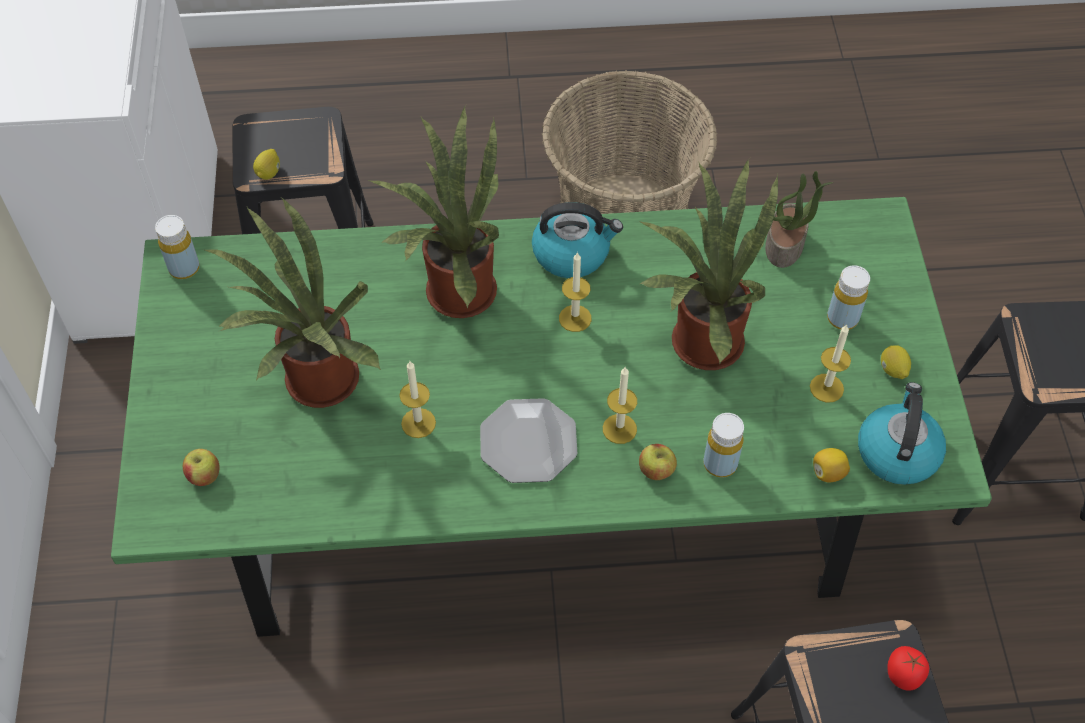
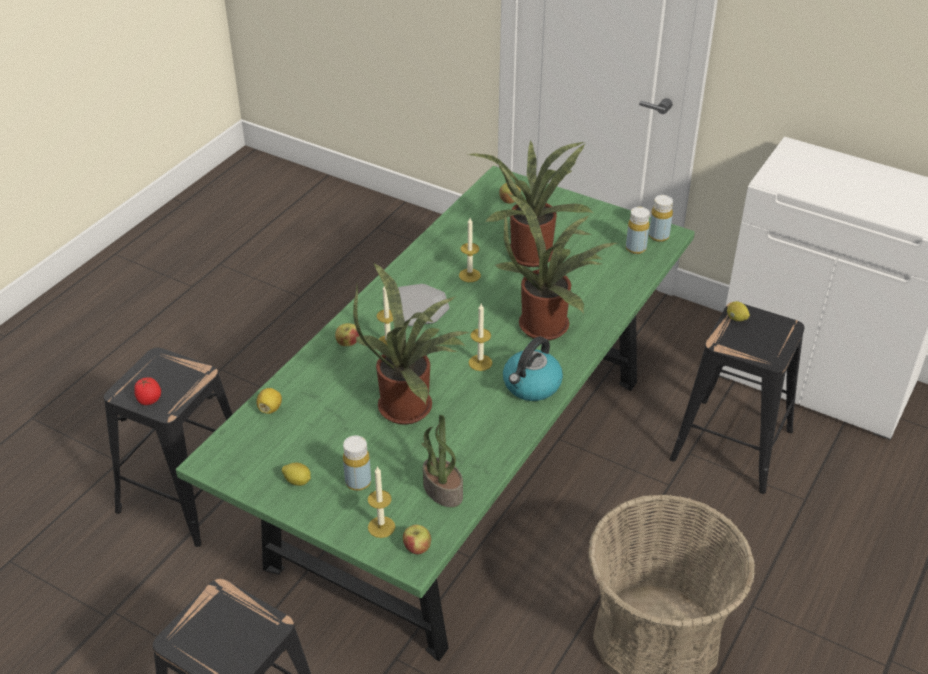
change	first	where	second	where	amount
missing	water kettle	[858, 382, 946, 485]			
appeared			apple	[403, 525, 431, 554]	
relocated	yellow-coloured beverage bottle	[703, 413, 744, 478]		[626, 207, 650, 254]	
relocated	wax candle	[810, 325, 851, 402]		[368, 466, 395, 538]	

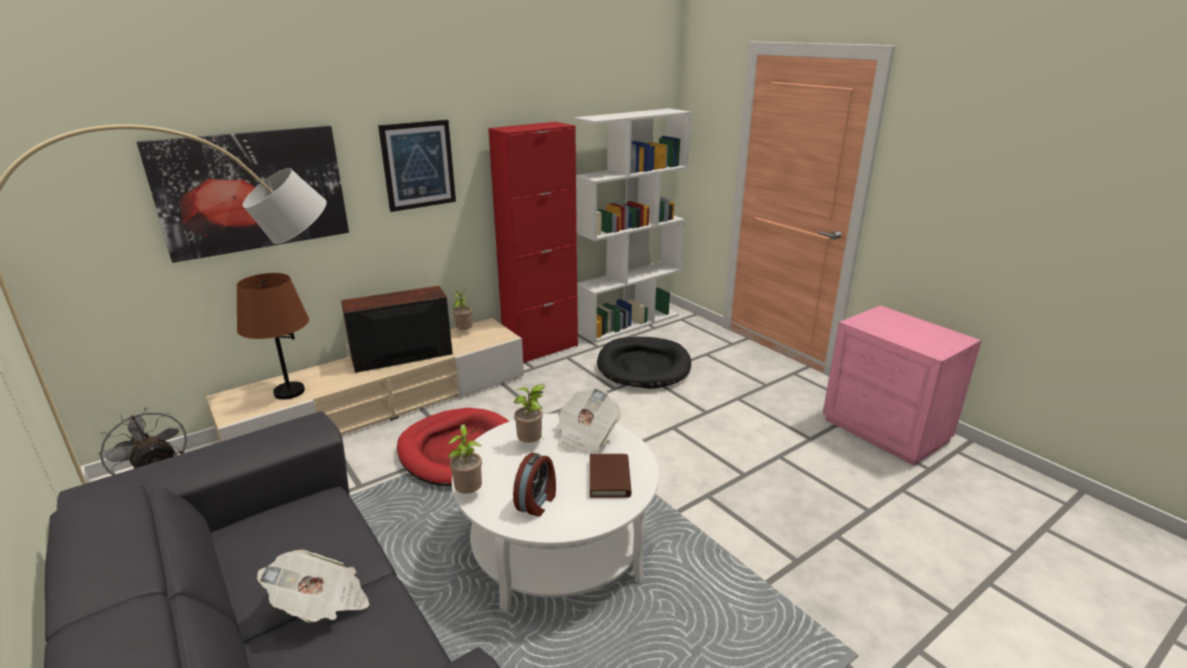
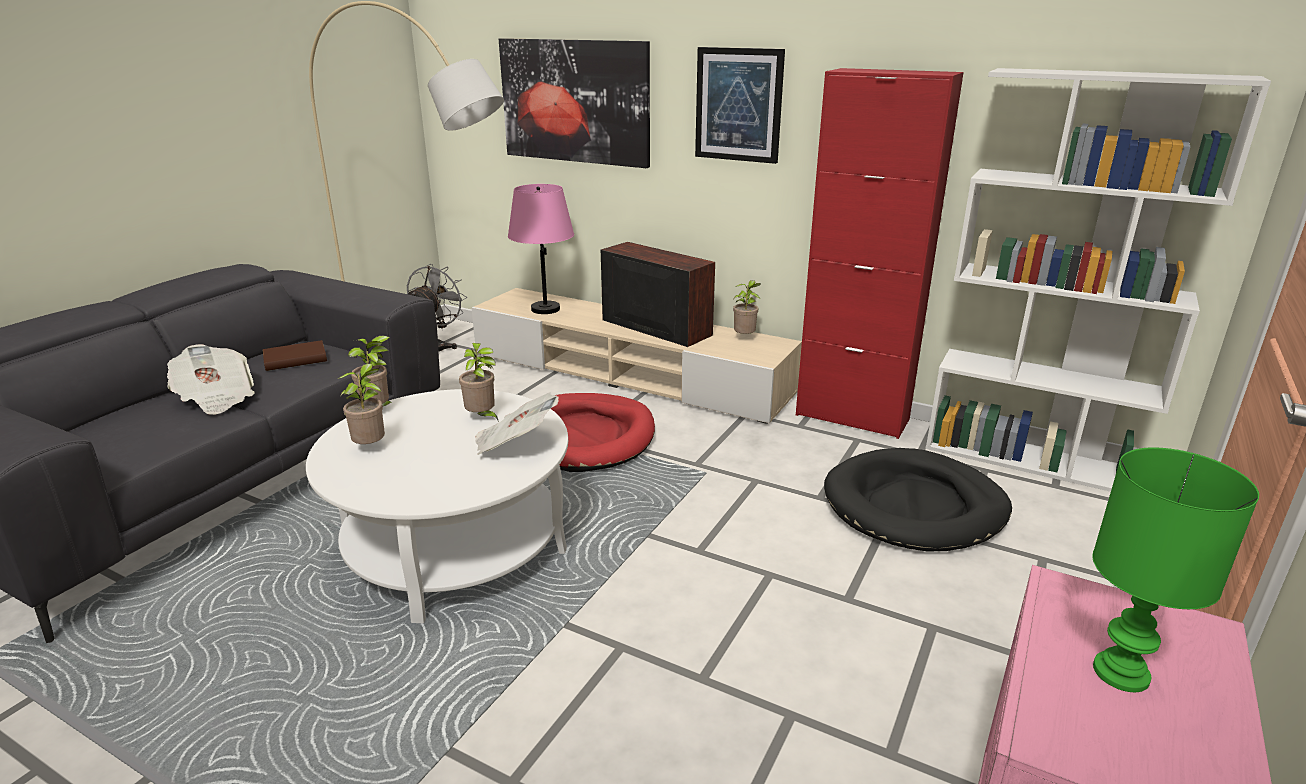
change	first	where	second	where	amount
appeared			greenish lamp for a table	[1092, 447, 1259, 692]	
relocated	brown volume	[590, 454, 631, 498]		[263, 340, 327, 371]	
exchanged	alarm clock	[513, 453, 556, 517]	potted plant	[338, 363, 385, 444]	
colour	brown lamp for a table	[237, 273, 309, 400]	pink lamp for a table	[508, 184, 574, 314]	

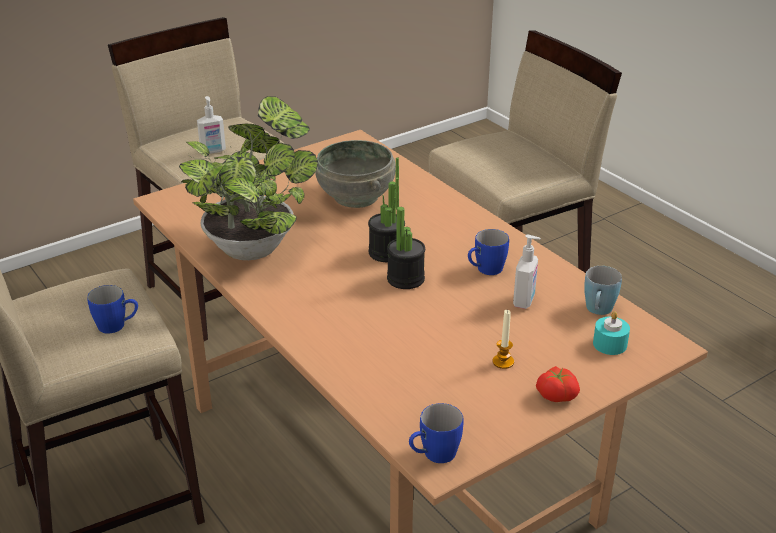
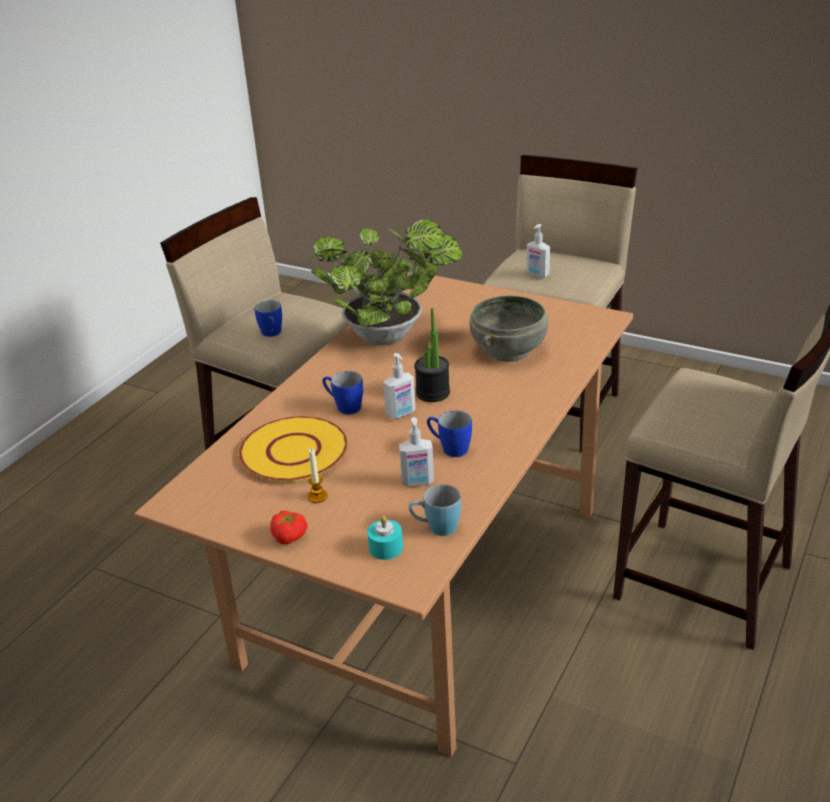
change	first	where	second	where	amount
appeared			yellow-coloured dinner plate	[239, 416, 348, 482]	
relocated	bluish coffee mug	[409, 403, 463, 463]		[322, 371, 363, 414]	
exchanged	potted plant	[387, 178, 425, 289]	liquid soap bottle	[383, 353, 416, 419]	

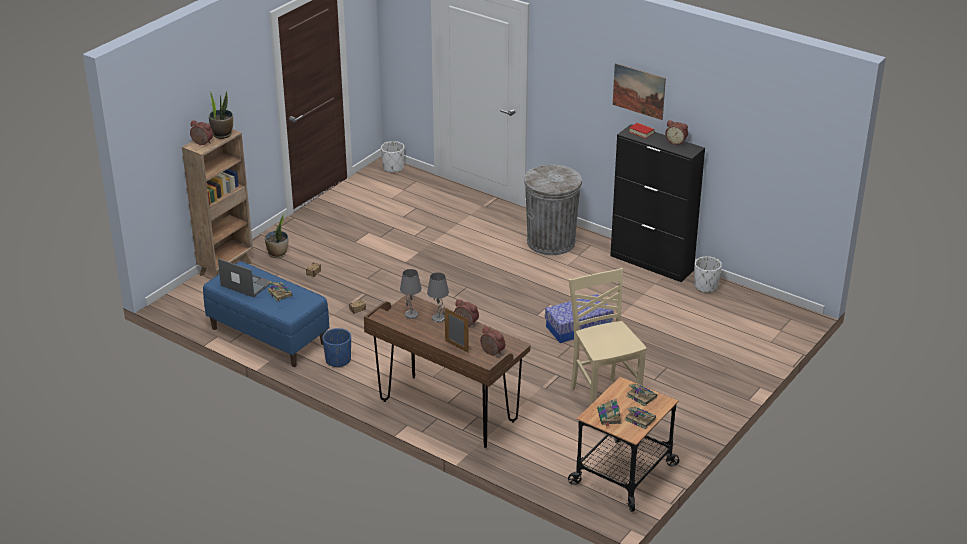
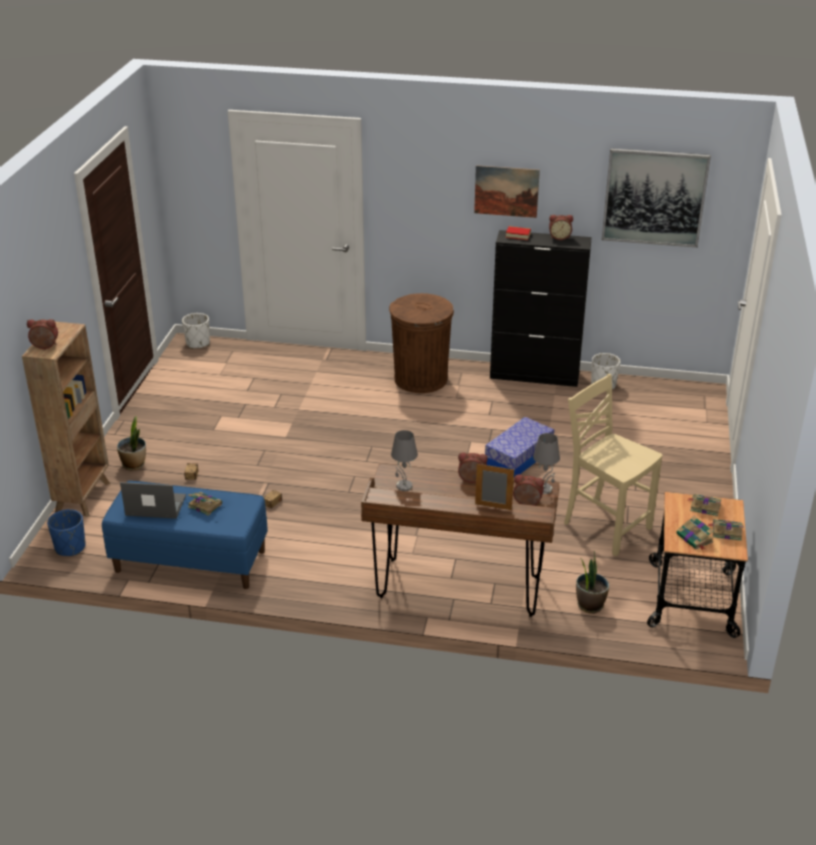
change	first	where	second	where	amount
appeared			wall art	[602, 148, 711, 248]	
relocated	potted plant	[209, 91, 233, 139]		[576, 551, 609, 614]	
relocated	bluish planter	[322, 328, 351, 368]		[47, 509, 86, 556]	
relocated	greyish lamp for a table	[427, 272, 449, 323]		[533, 433, 560, 494]	
colour	greyish rubbish bin	[524, 165, 582, 255]	brown rubbish bin	[389, 293, 454, 393]	

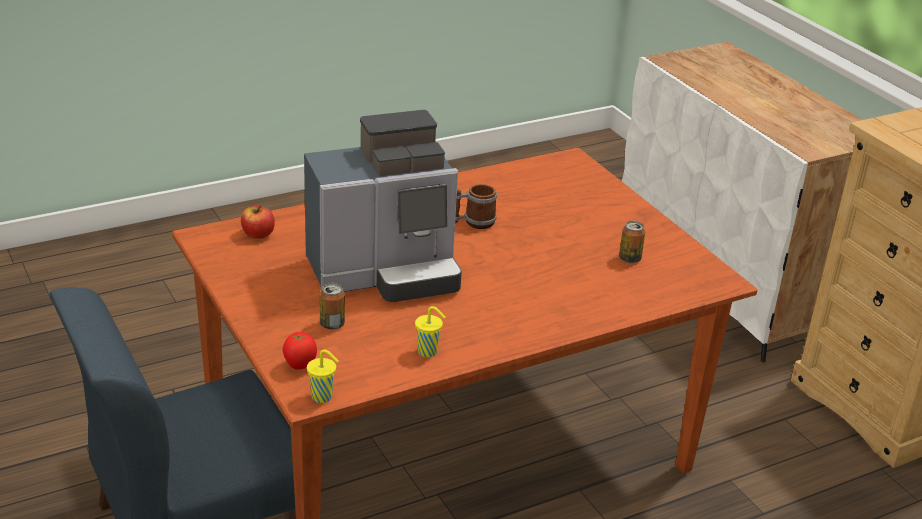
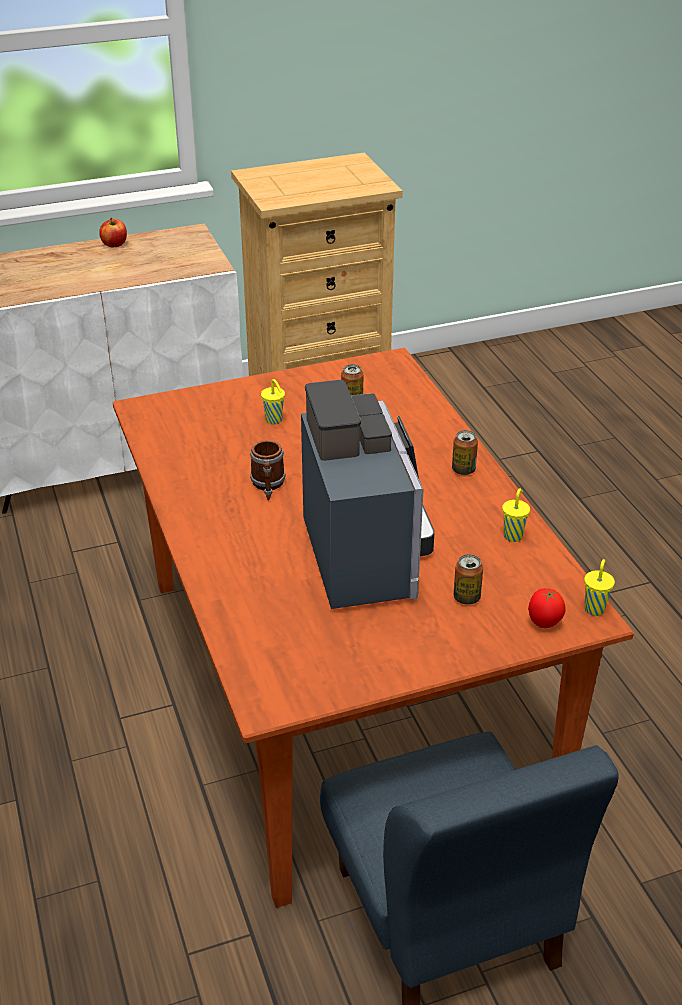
change	first	where	second	where	amount
appeared			yellow-coloured small cup	[261, 379, 285, 425]	
appeared			can	[452, 430, 478, 475]	
relocated	apple	[241, 205, 275, 239]		[99, 218, 127, 248]	

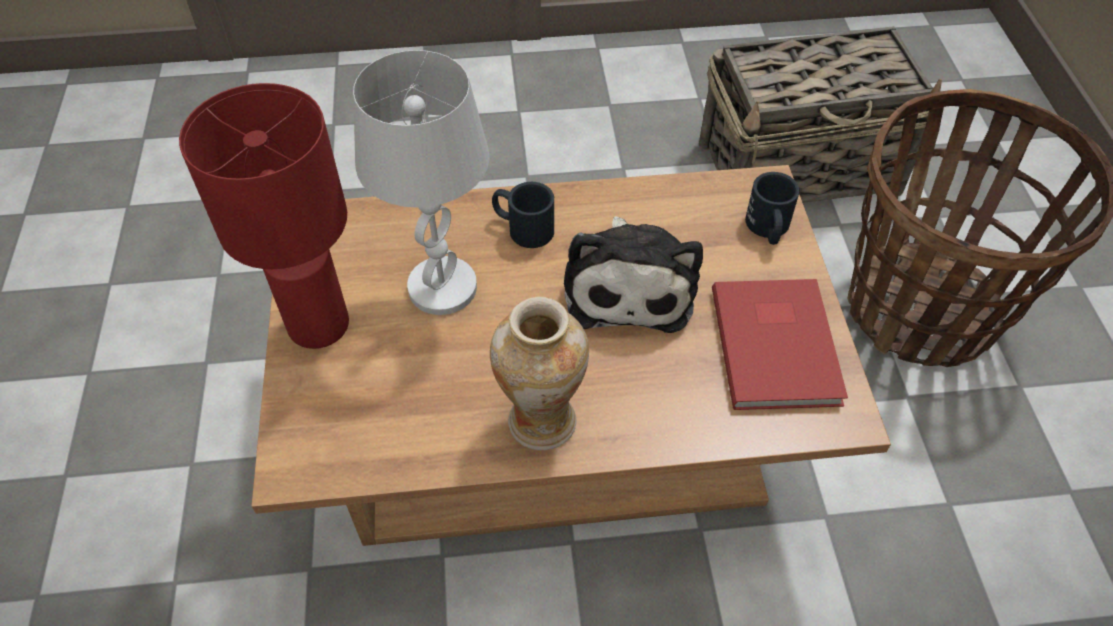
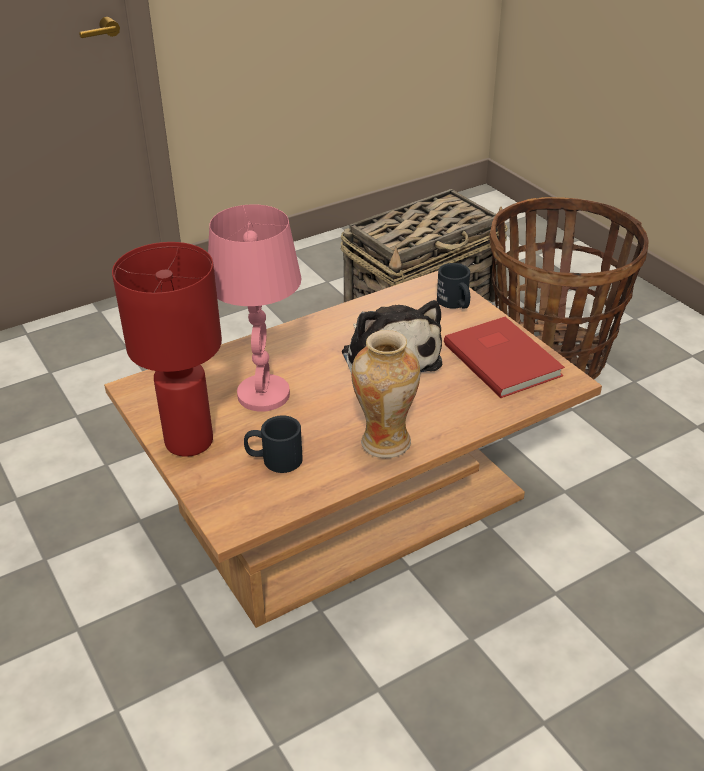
change	first	where	second	where	amount
relocated	blackish coffee mug	[492, 182, 554, 248]		[244, 415, 303, 473]	
colour	white lamp for a table	[353, 50, 490, 315]	pink lamp for a table	[208, 204, 302, 412]	

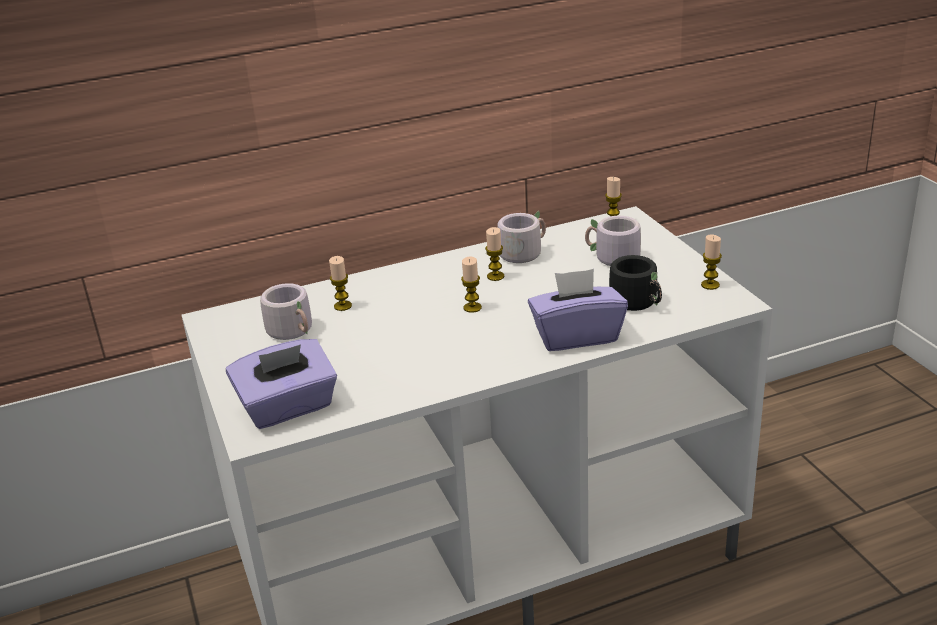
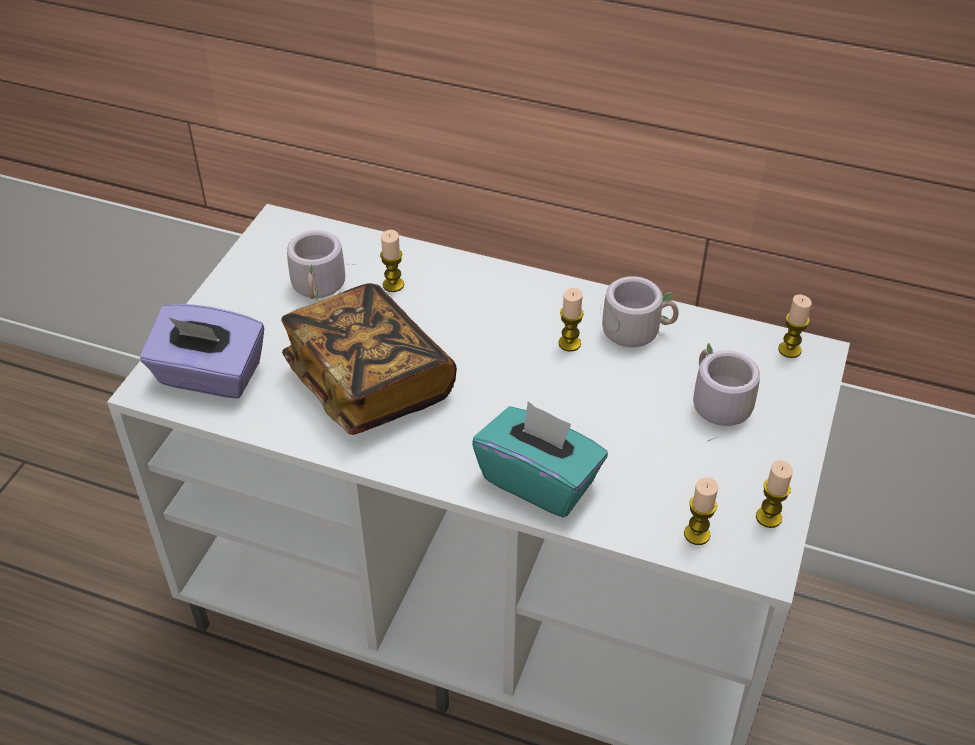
change	first	where	second	where	amount
missing	blackish coffee mug	[609, 255, 662, 311]			
appeared			volume	[281, 283, 457, 435]	
relocated	wax candle	[461, 257, 482, 313]		[684, 477, 718, 545]	
colour	purple tissue holder	[528, 269, 628, 351]	turquoise-coloured tissue holder	[472, 401, 608, 518]	

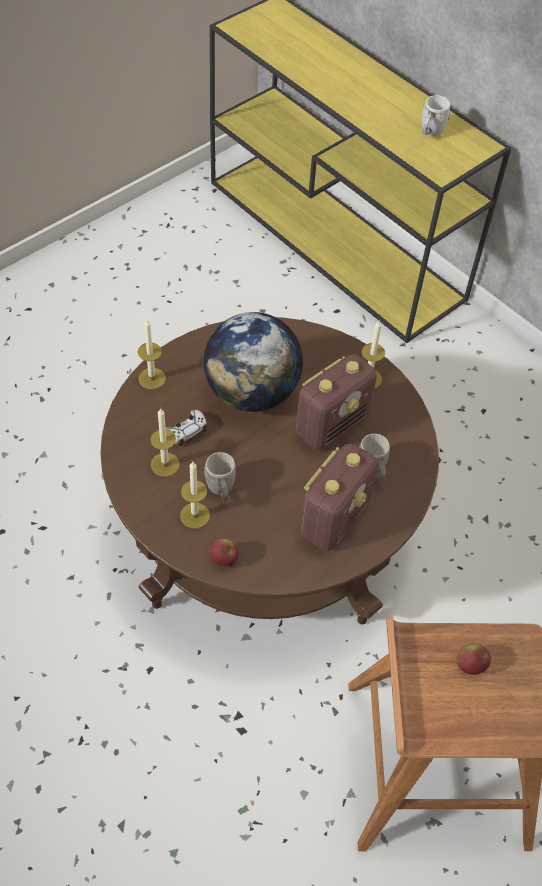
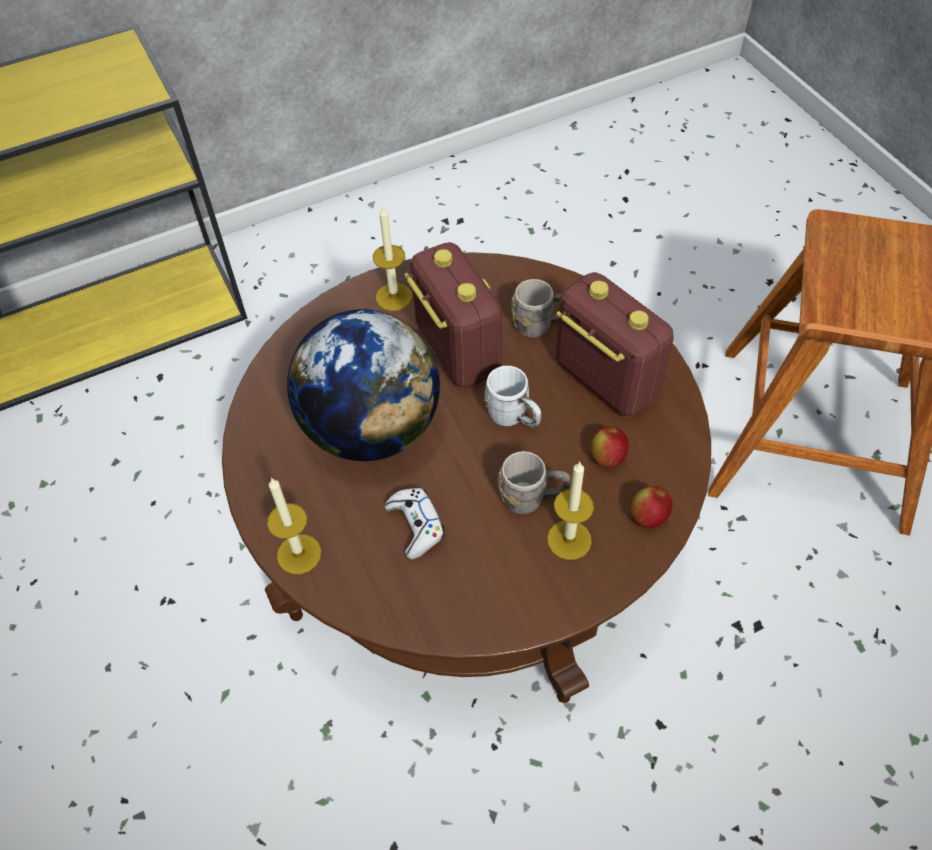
change	first	where	second	where	amount
missing	wax candle	[150, 409, 180, 477]			
relocated	white coffee mug	[422, 95, 450, 136]		[485, 366, 541, 427]	
relocated	apple	[457, 644, 491, 675]		[591, 427, 629, 468]	

